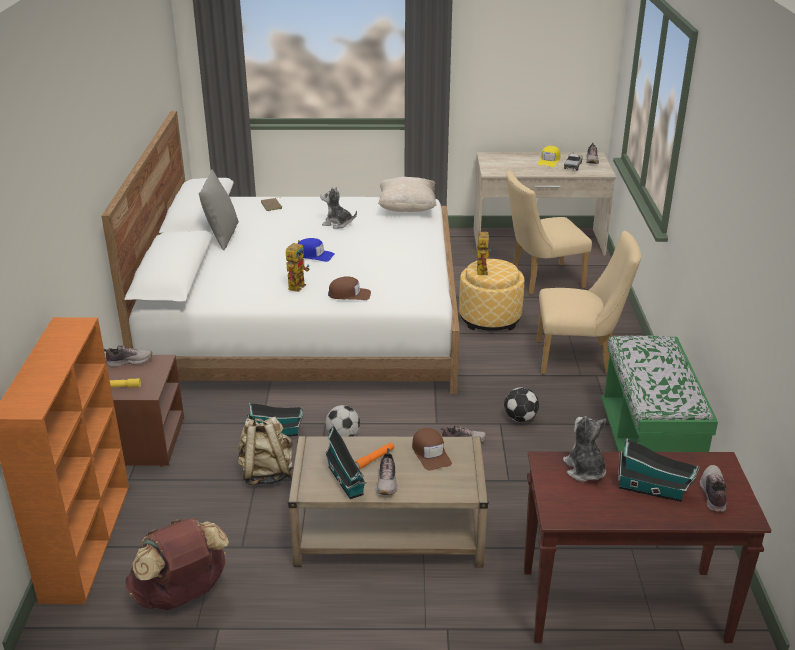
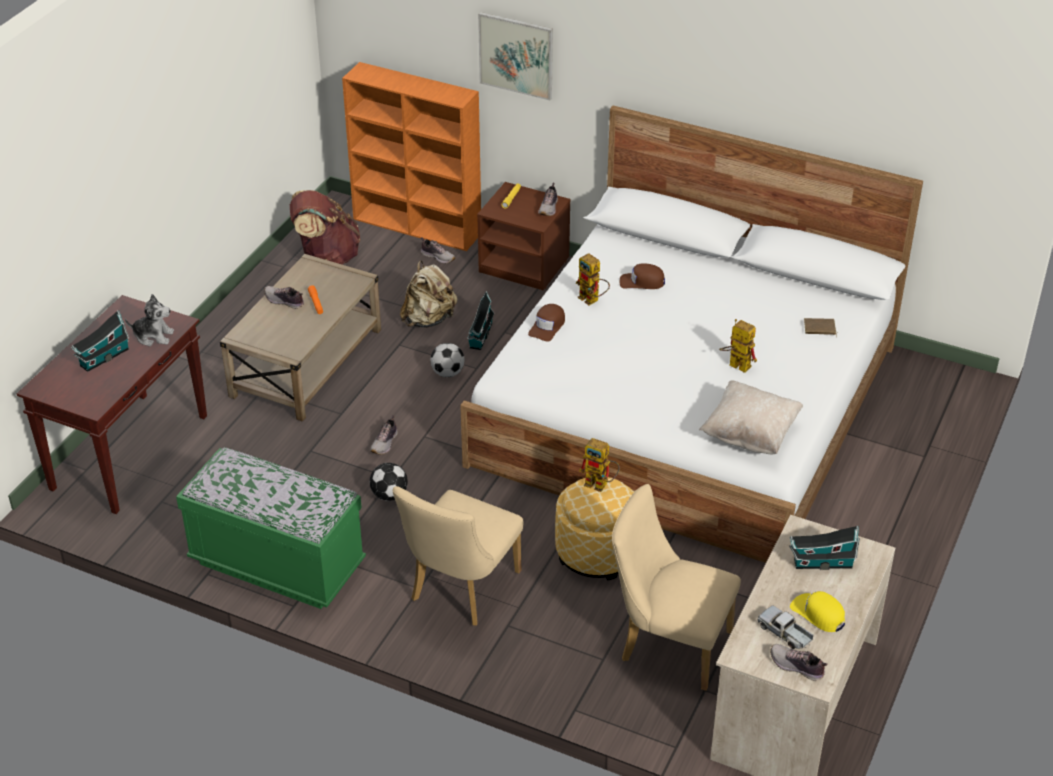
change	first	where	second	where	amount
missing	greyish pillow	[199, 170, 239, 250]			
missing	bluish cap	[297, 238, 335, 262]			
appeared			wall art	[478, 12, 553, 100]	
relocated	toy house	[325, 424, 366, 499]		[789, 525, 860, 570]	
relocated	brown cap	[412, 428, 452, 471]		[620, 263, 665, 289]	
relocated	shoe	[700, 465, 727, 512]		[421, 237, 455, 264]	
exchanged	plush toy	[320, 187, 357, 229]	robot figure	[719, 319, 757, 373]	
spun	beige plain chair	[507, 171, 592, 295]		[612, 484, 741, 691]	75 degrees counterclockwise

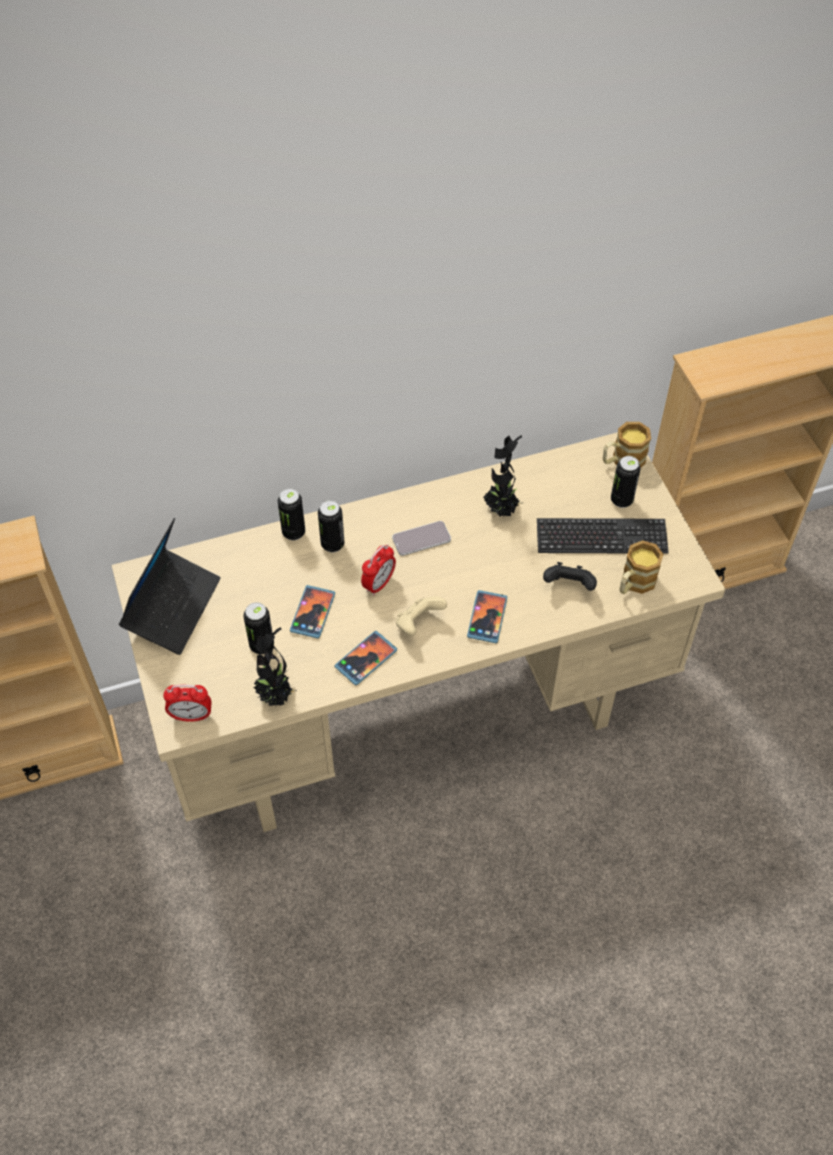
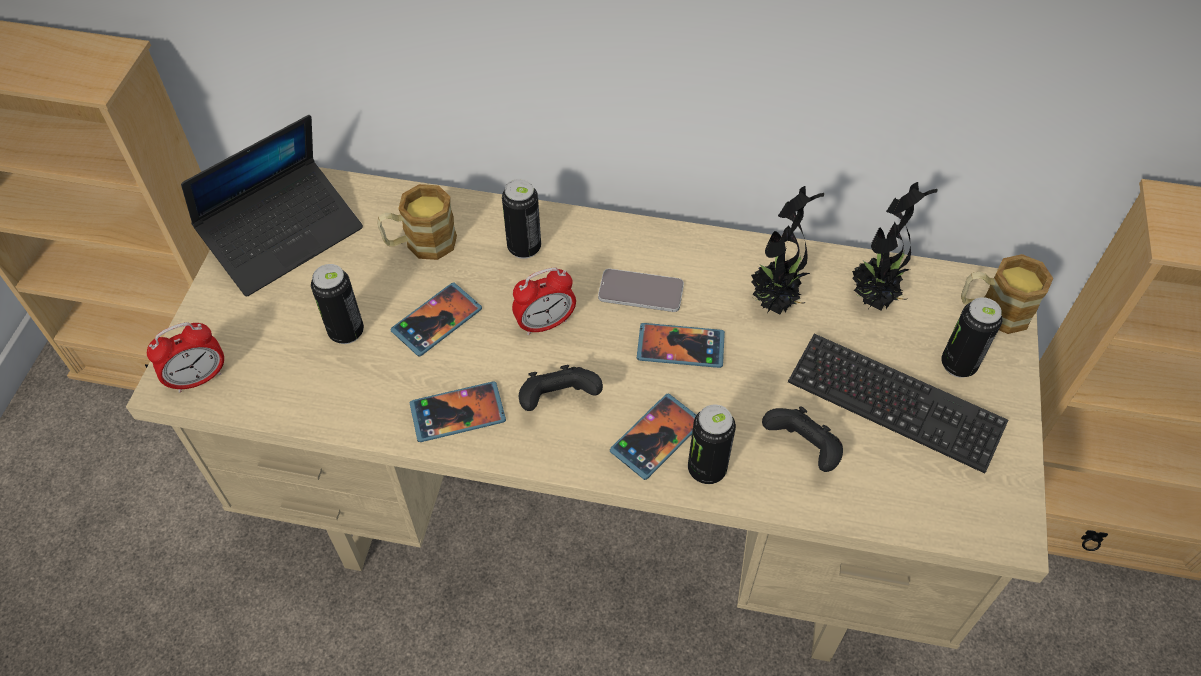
change	first	where	second	where	amount
appeared			handset	[637, 323, 725, 368]	
relocated	potted plant	[253, 627, 297, 707]		[852, 182, 937, 311]	
relocated	can	[278, 488, 305, 540]		[688, 404, 736, 484]	
relocated	coffee mug	[619, 540, 664, 594]		[377, 184, 457, 260]	
colour	beige game controller	[396, 597, 447, 636]	blackish game controller	[519, 365, 603, 411]	
spun	alarm clock	[163, 685, 212, 722]		[147, 322, 224, 393]	60 degrees counterclockwise

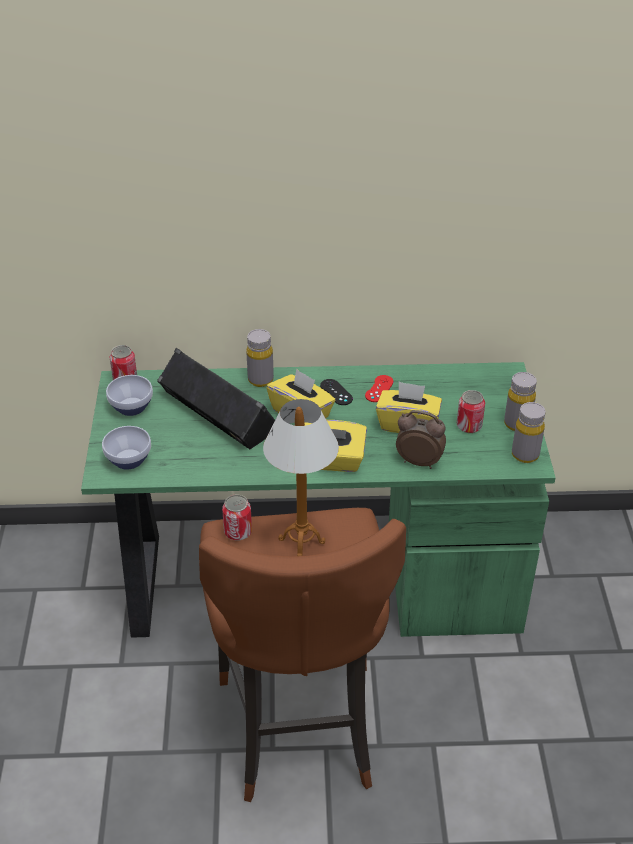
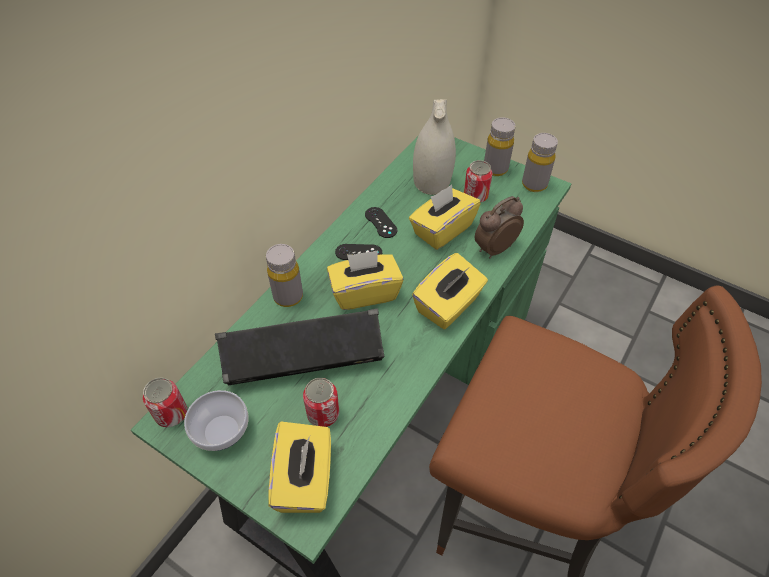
change	first	where	second	where	amount
missing	lamp for a table	[263, 399, 339, 556]			
appeared			white flower vase	[413, 99, 456, 195]	
relocated	can	[222, 495, 252, 541]		[303, 378, 339, 427]	
exchanged	serving bowl	[102, 426, 151, 470]	yellow-coloured tissue holder	[268, 422, 331, 513]	
colour	red-coloured game controller	[365, 375, 394, 402]	blackish game controller	[365, 207, 397, 238]	

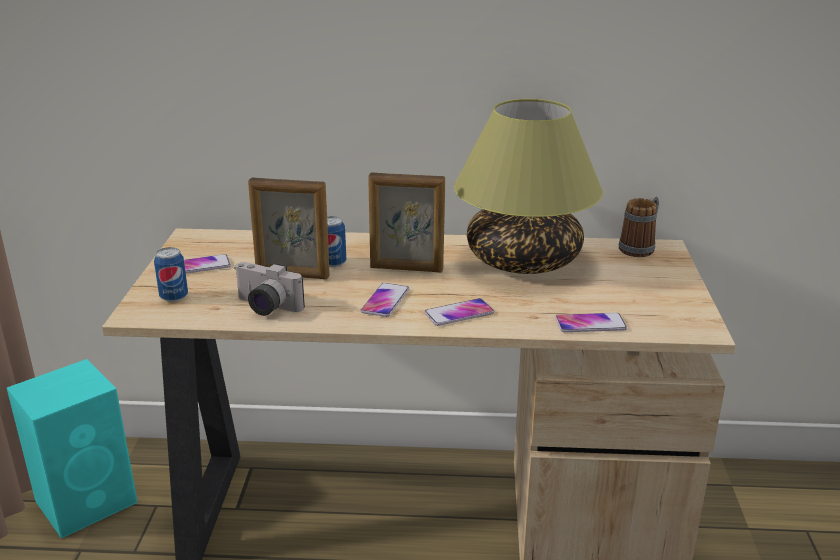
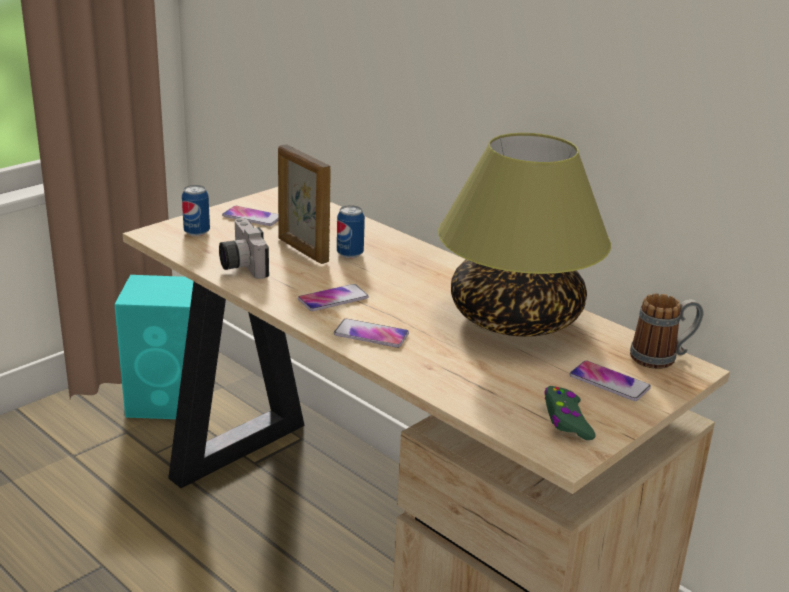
change	first	where	second	where	amount
missing	photo frame	[368, 172, 445, 273]			
appeared			greenish game controller	[544, 386, 595, 440]	
relocated	handset	[555, 313, 627, 332]		[569, 360, 651, 401]	

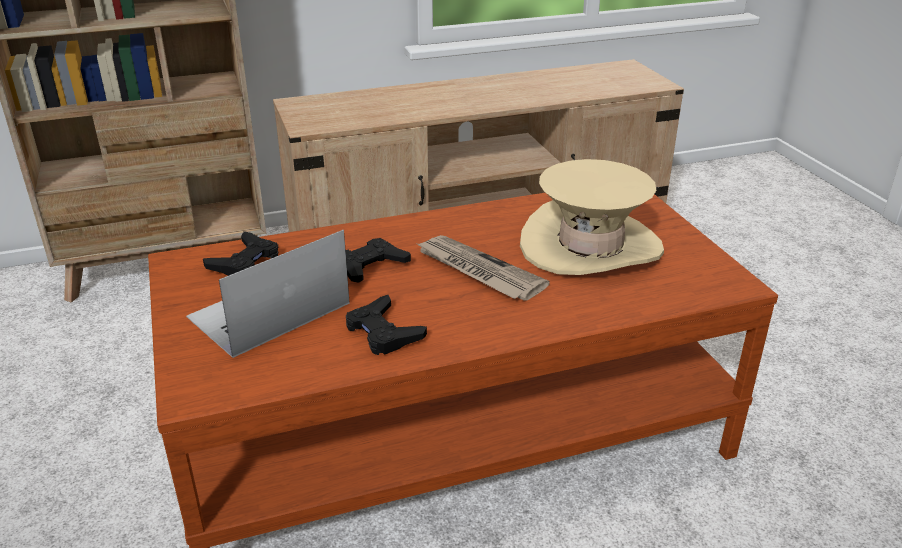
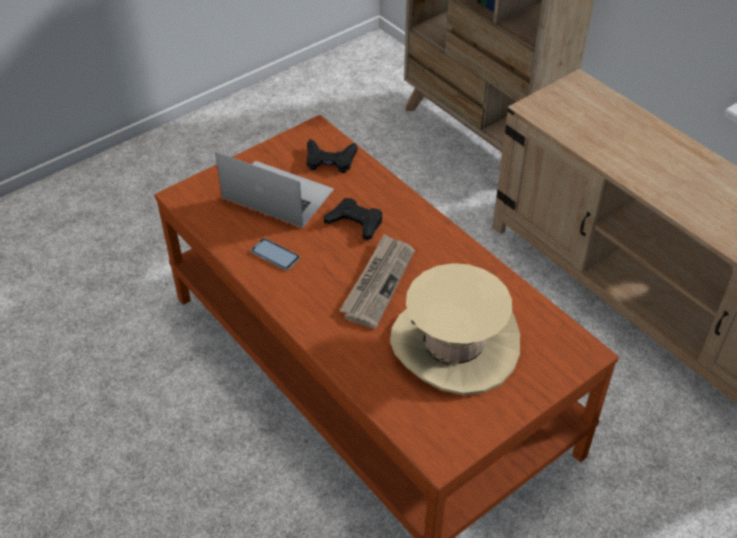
change	first	where	second	where	amount
exchanged	blackish game controller	[346, 295, 427, 355]	handset	[251, 238, 300, 270]	

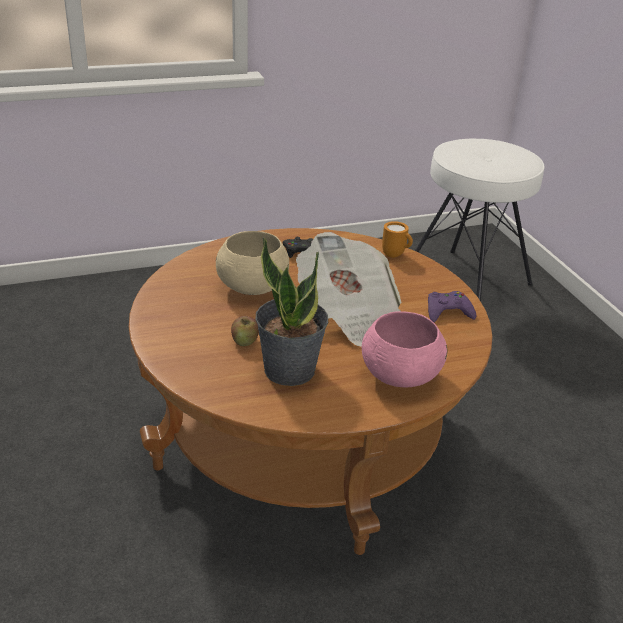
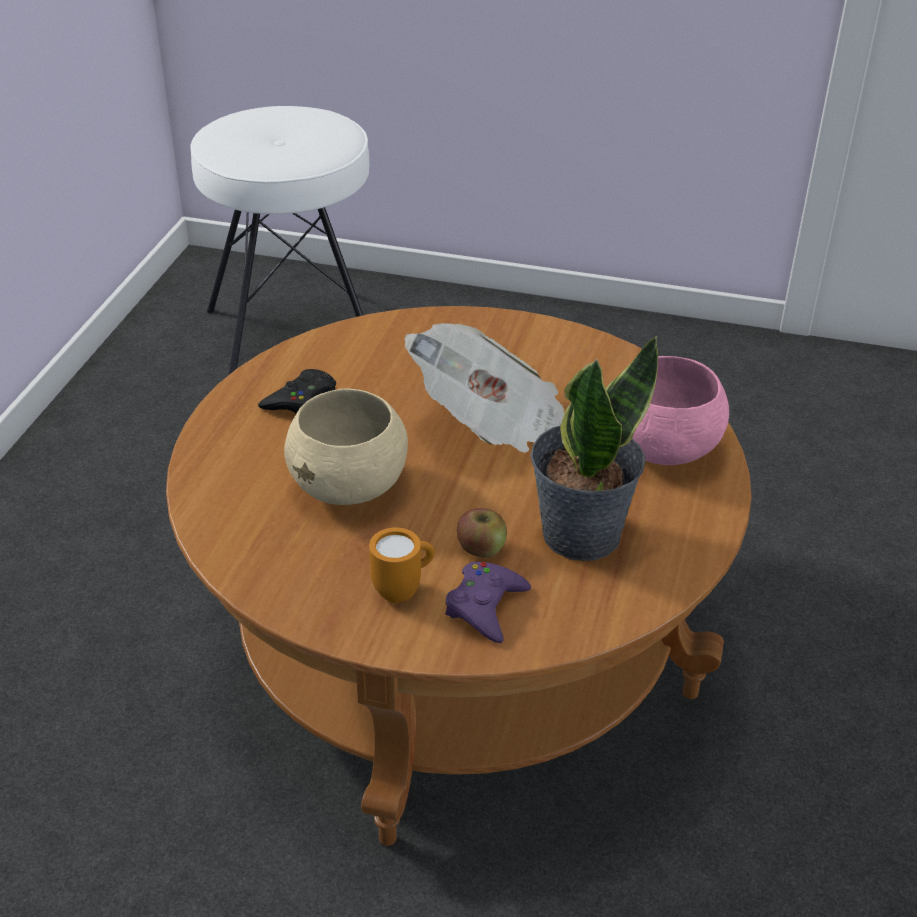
change	first	where	second	where	amount
relocated	orange-coloured coffee mug	[382, 221, 413, 258]		[369, 527, 435, 603]	
relocated	purple game controller	[428, 291, 476, 323]		[445, 562, 531, 643]	

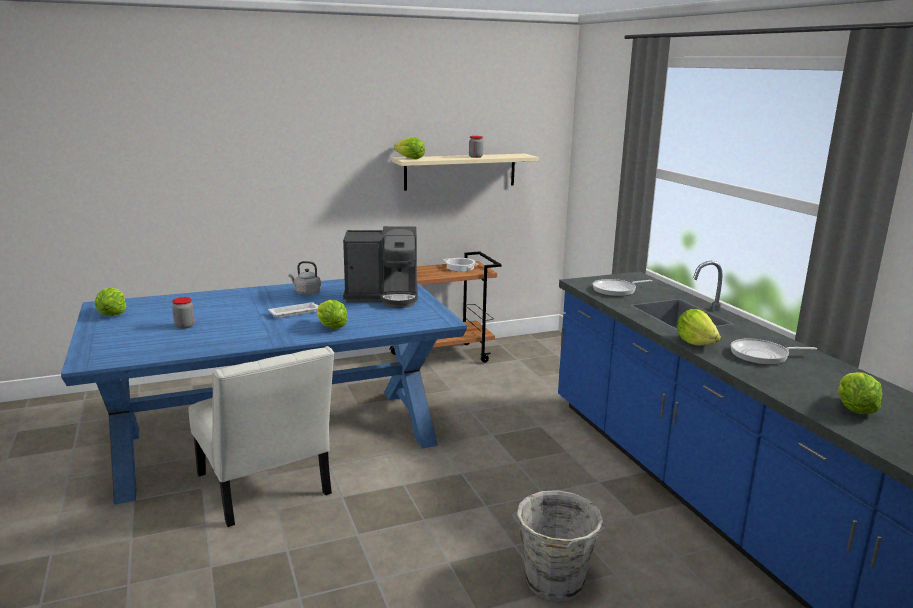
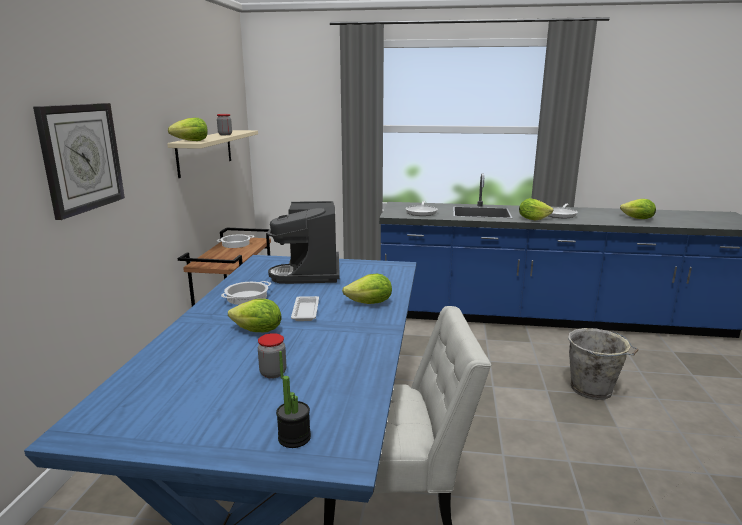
change	first	where	second	where	amount
appeared			clock on the wall	[33, 103, 125, 220]	
appeared			potted plant	[276, 351, 311, 448]	
relocated	head of lettuce	[95, 287, 126, 316]		[228, 299, 282, 332]	
exchanged	greyish water kettle	[289, 261, 321, 295]	saucepot	[221, 281, 271, 305]	
spun	coffee brewer	[343, 226, 418, 308]		[267, 201, 340, 284]	150 degrees clockwise

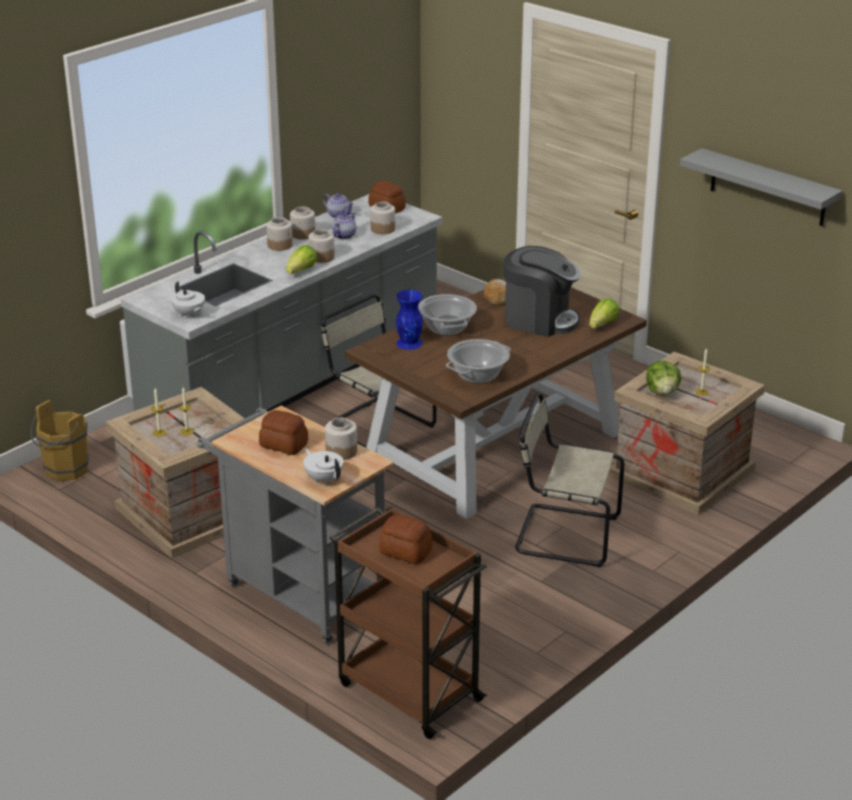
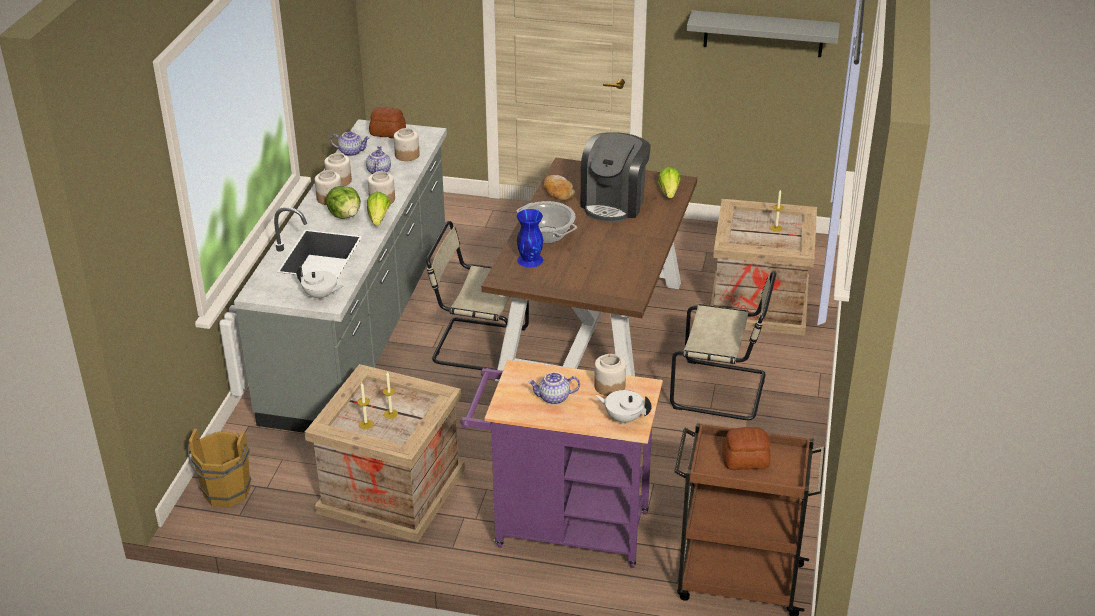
change	first	where	second	where	amount
missing	saucepot	[446, 339, 511, 384]			
relocated	head of lettuce	[646, 361, 681, 395]		[326, 186, 361, 219]	
exchanged	bakery bread	[259, 410, 308, 455]	teapot	[528, 372, 580, 405]	
colour	greyish trolley	[197, 406, 394, 644]	purple trolley	[461, 360, 663, 568]	
spun	coffee brewer	[504, 246, 581, 337]		[581, 132, 651, 222]	120 degrees clockwise
spun	beige plain chair	[515, 393, 625, 567]		[670, 272, 776, 420]	150 degrees counterclockwise

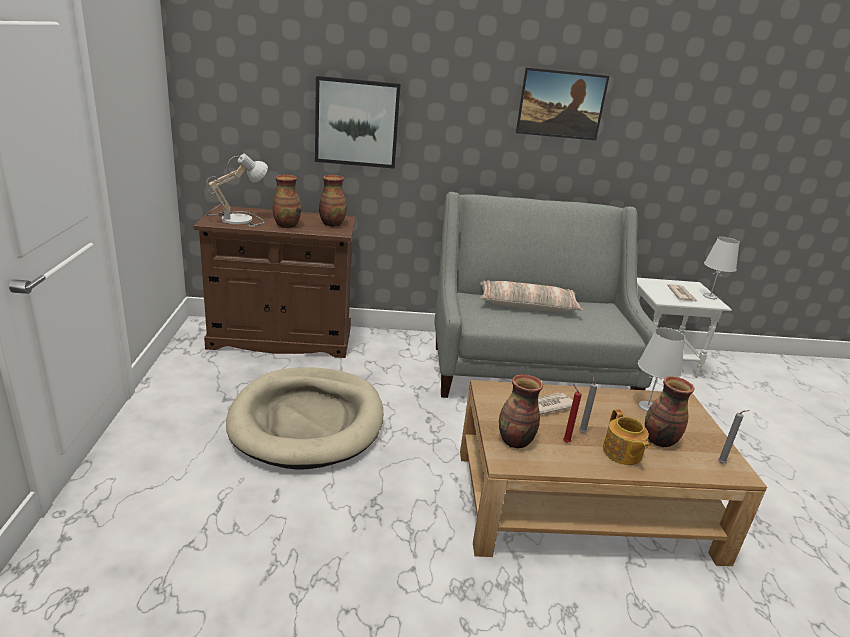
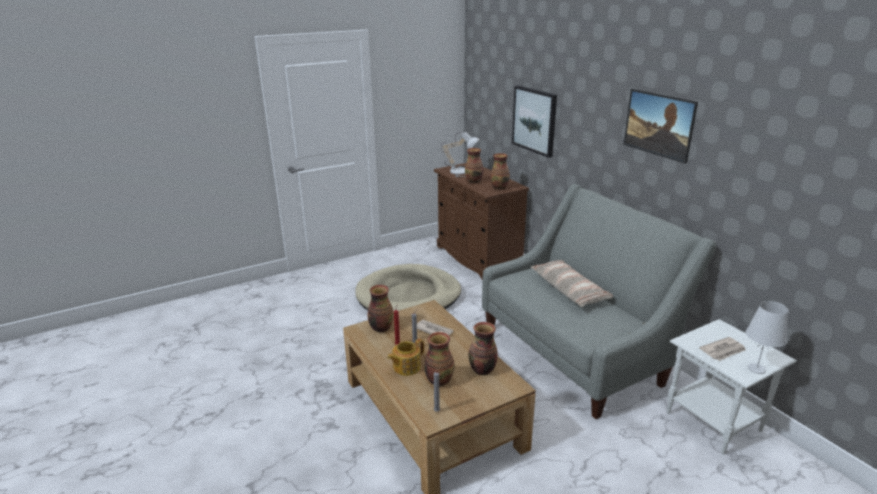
change	first	where	second	where	amount
exchanged	white lamp for a table	[638, 327, 685, 412]	flower vase	[469, 322, 498, 375]	

